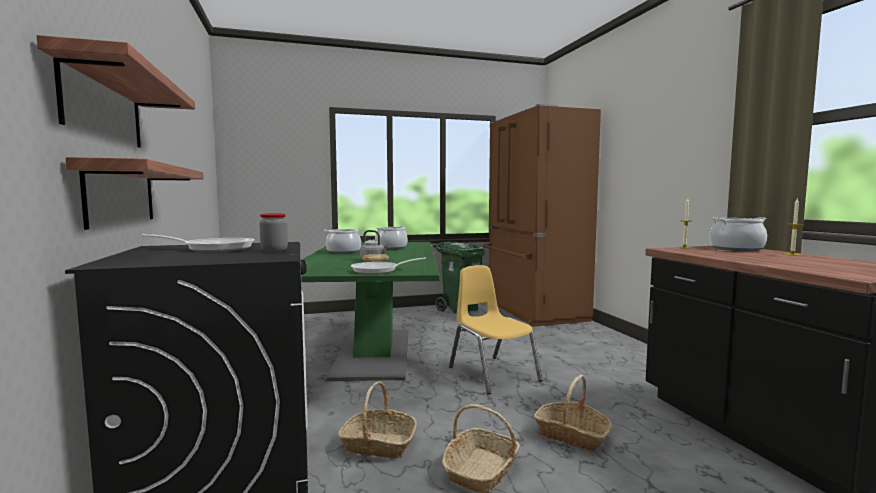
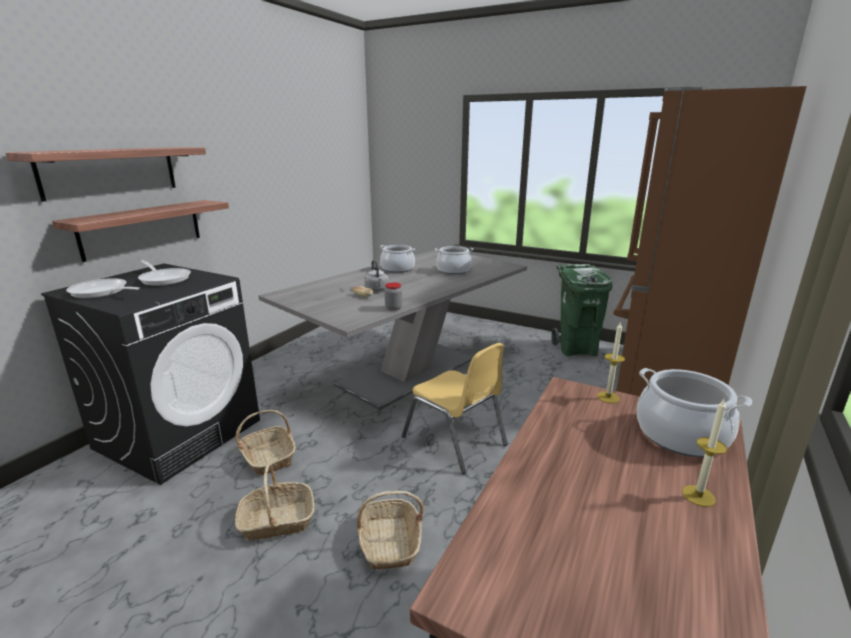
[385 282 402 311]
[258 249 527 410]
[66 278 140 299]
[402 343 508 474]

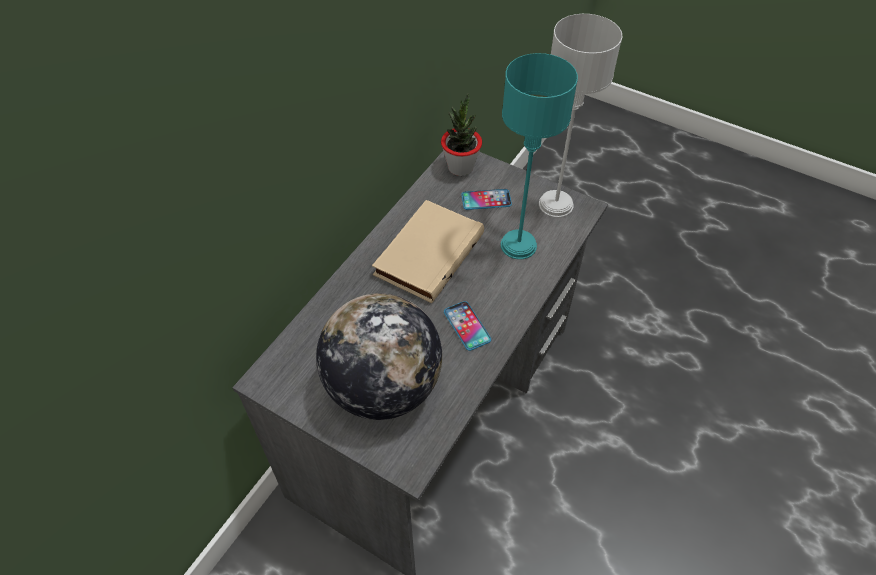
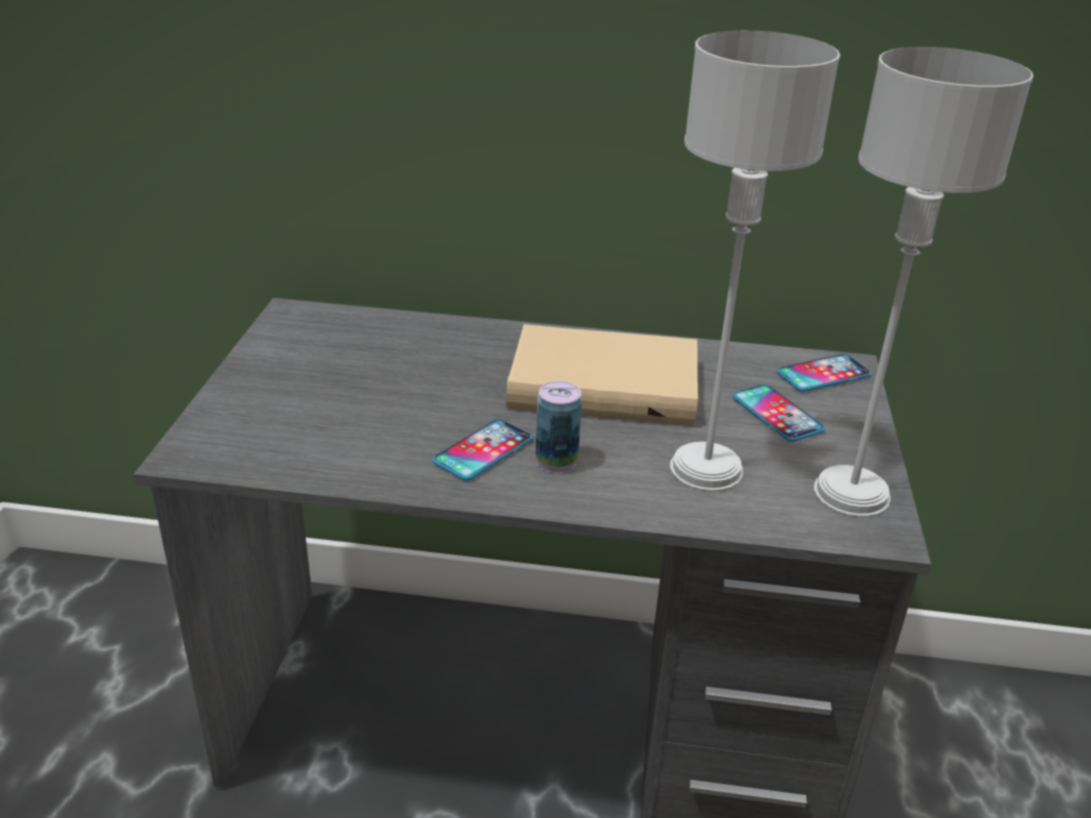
[316 293 442 420] (first image)
[777 354 871 392]
[670 31 840 492]
[535 381 582 473]

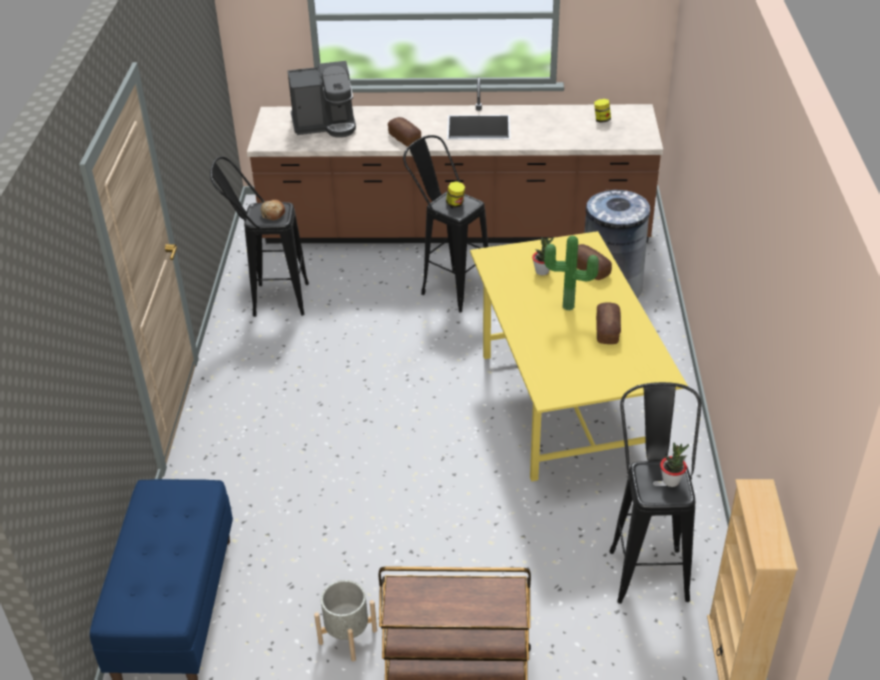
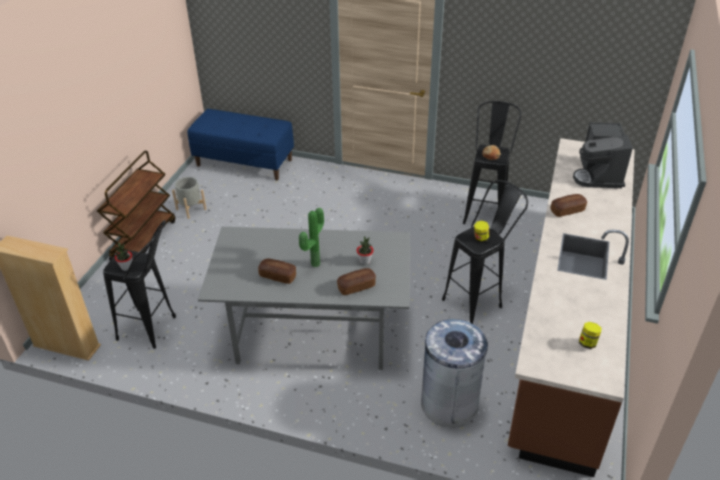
[198 227 410 370]

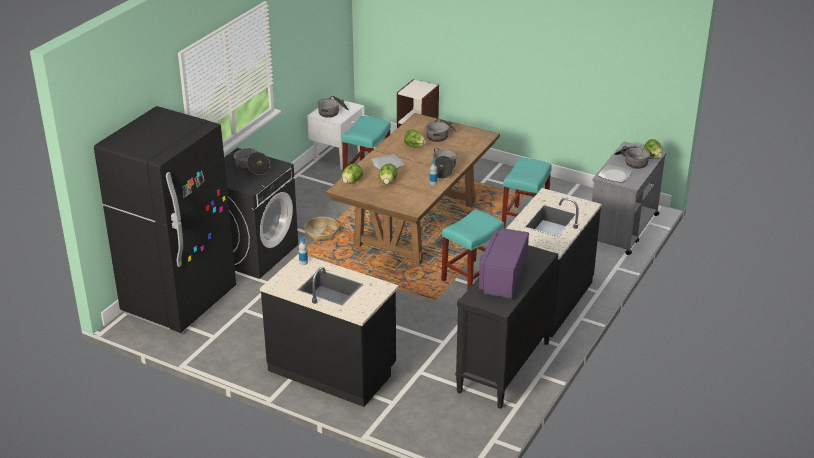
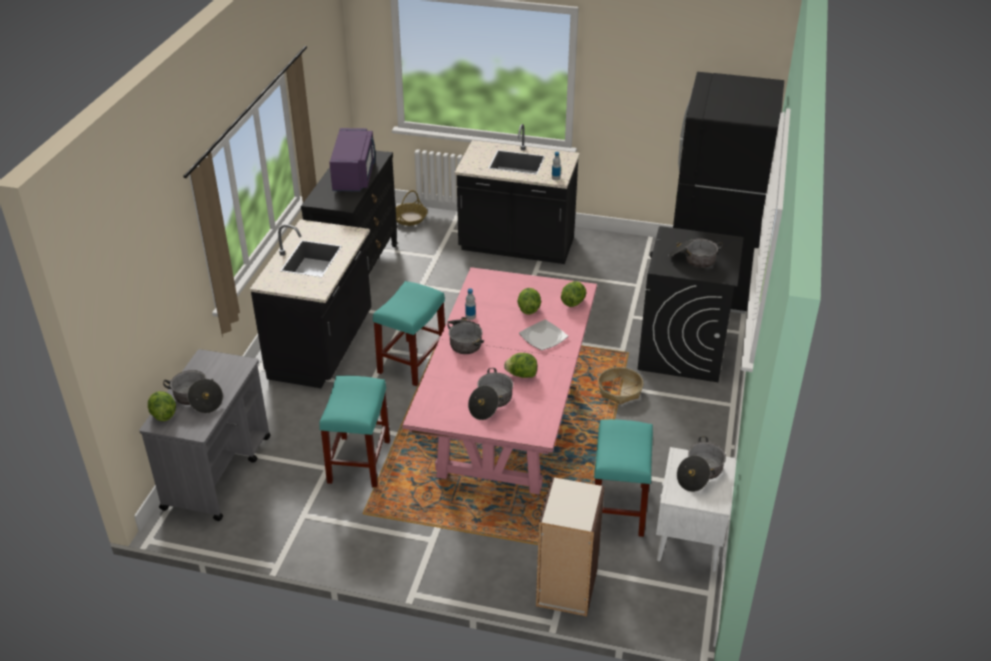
[402 267 597 494]
[598 164 632 183] (first image)
[396 190 427 226]

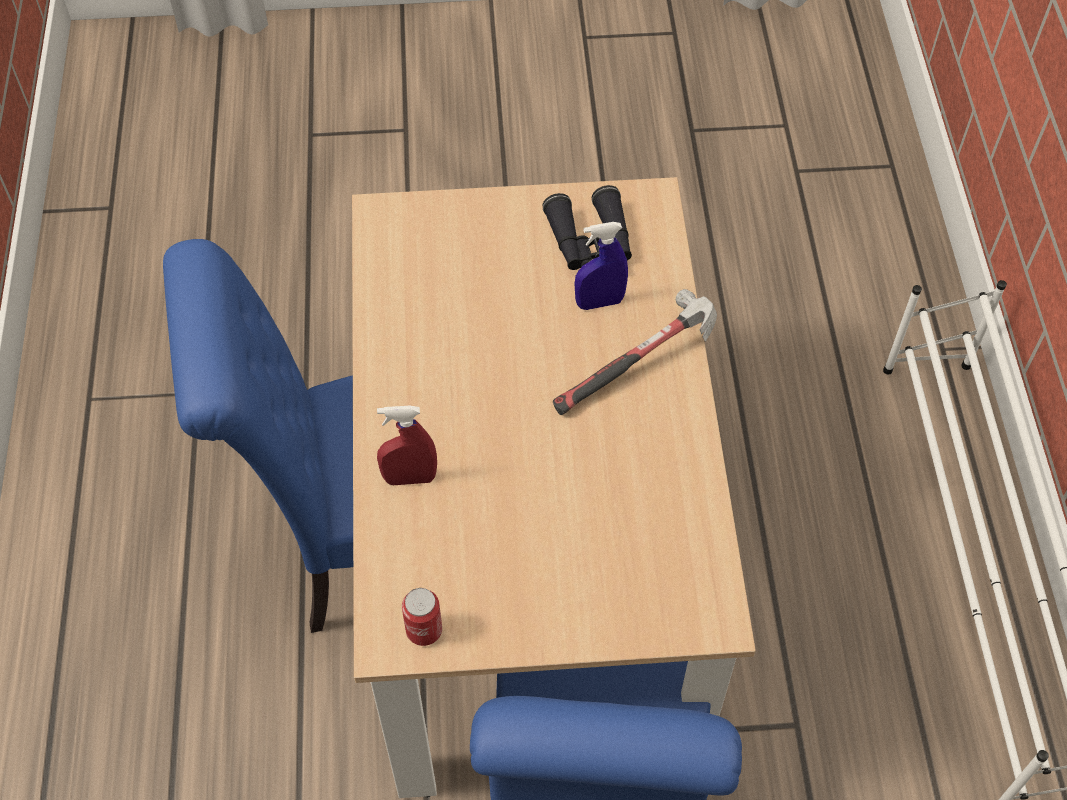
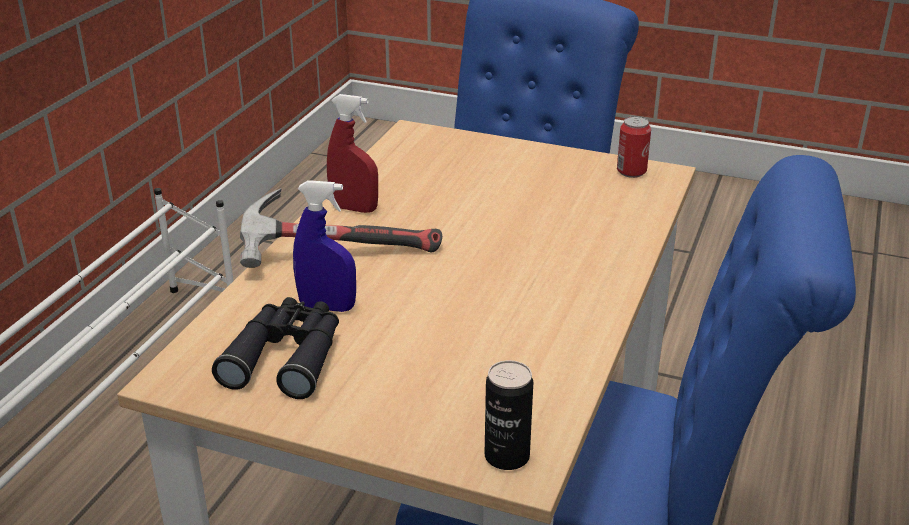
[327 94 378 213]
[485 360 533 470]

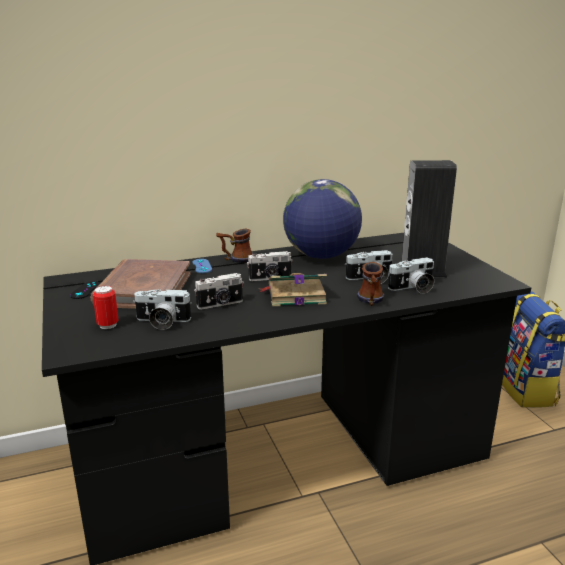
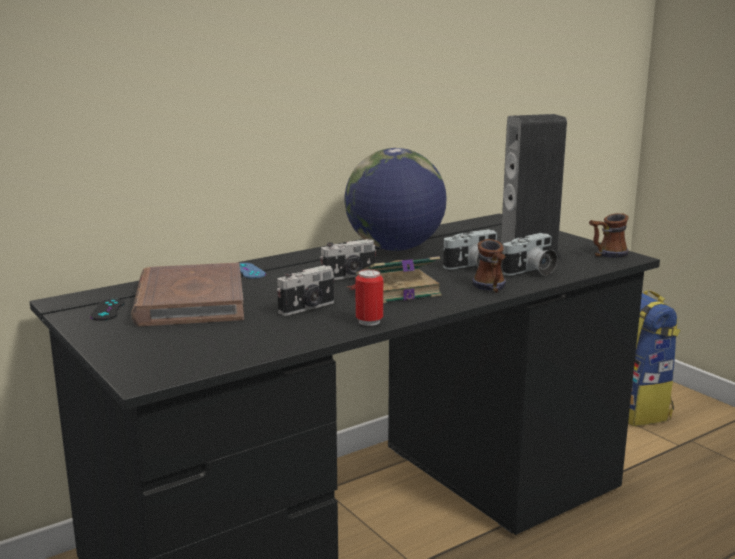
[355 269 383 326]
[133 289 192 330] (first image)
[589 213 629 258]

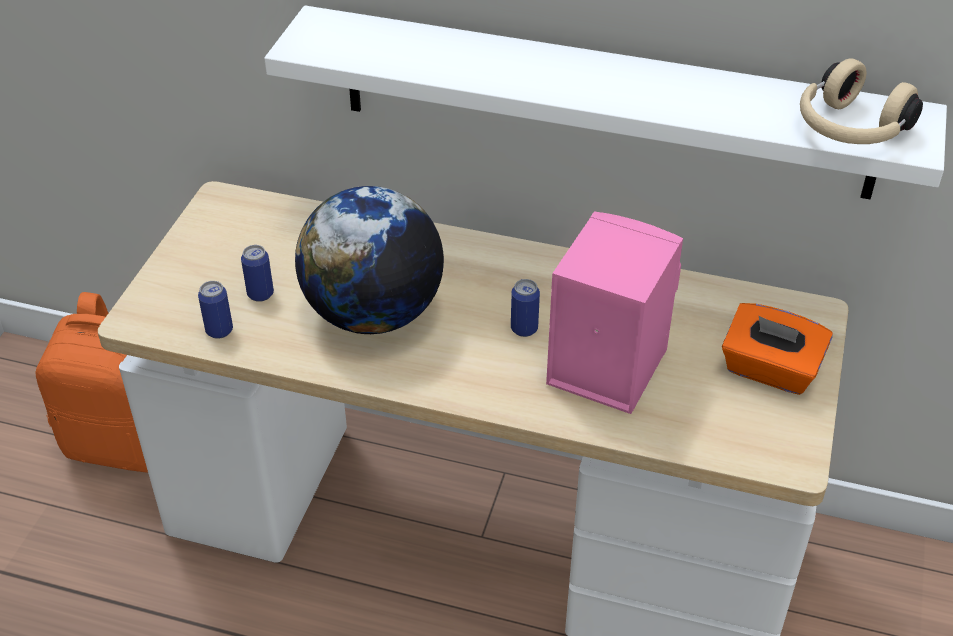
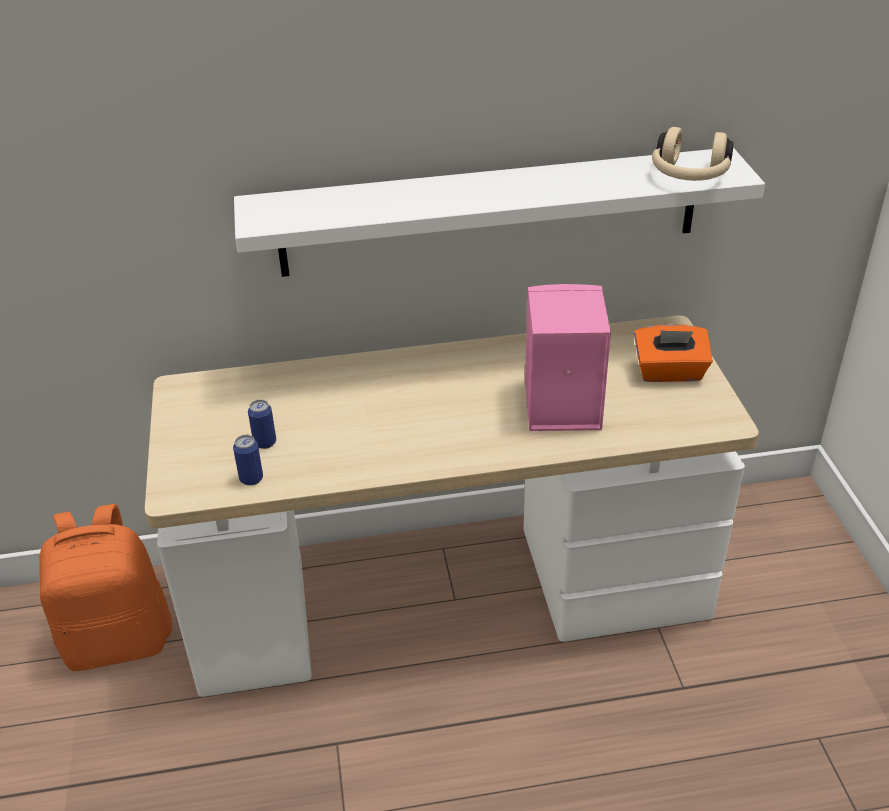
[295 186 444 334] (first image)
[511 279 540 337] (first image)

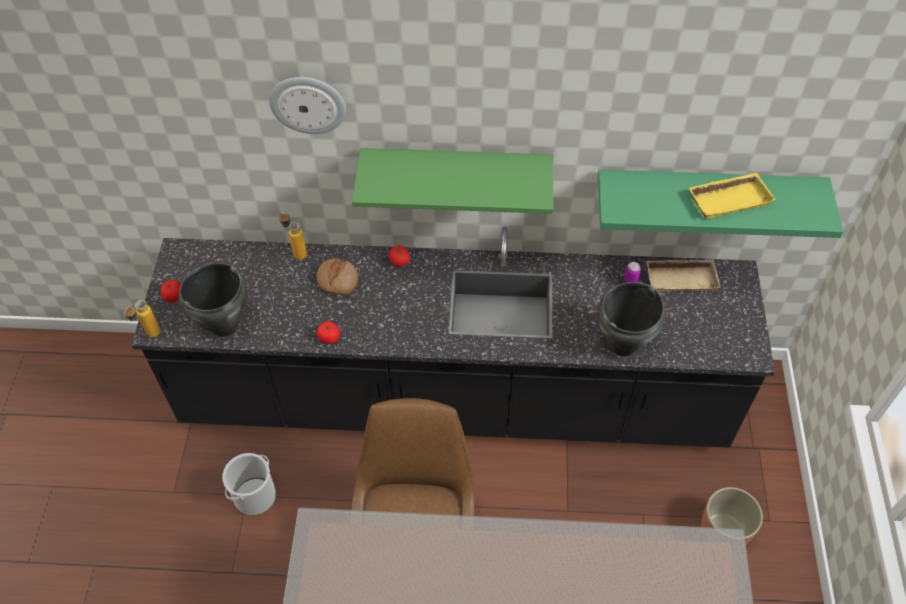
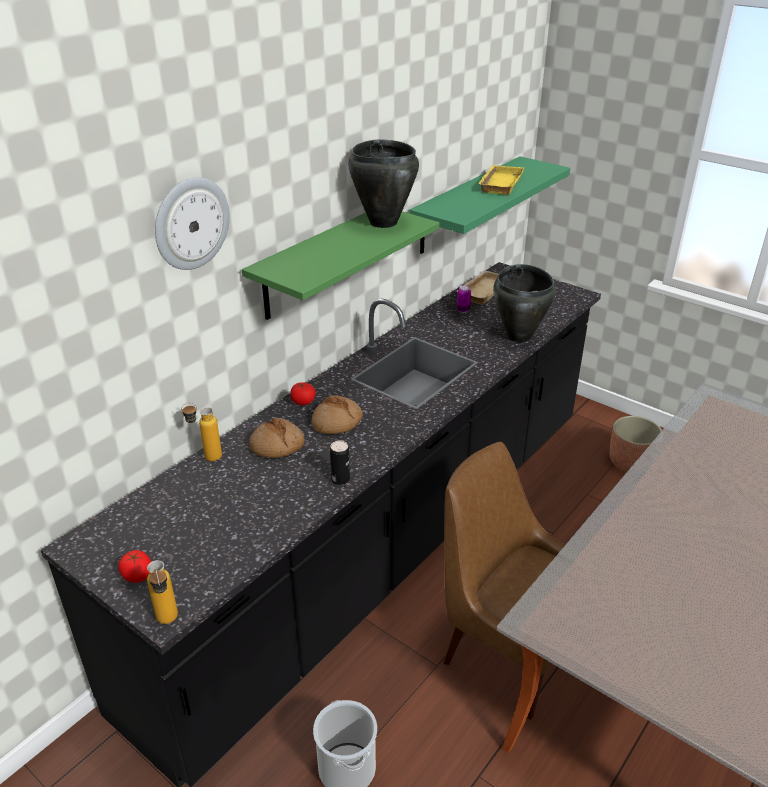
[348 139 419 228]
[330 441 350 485]
[311 395 362 434]

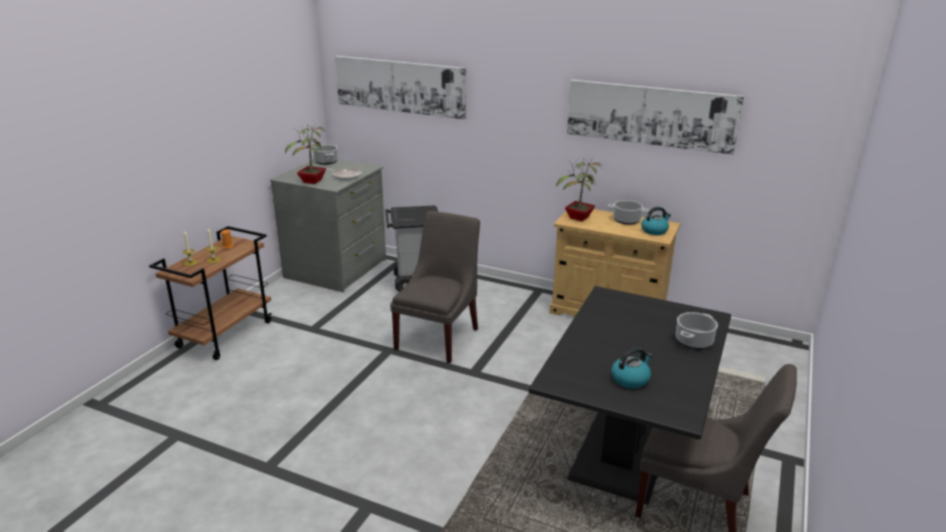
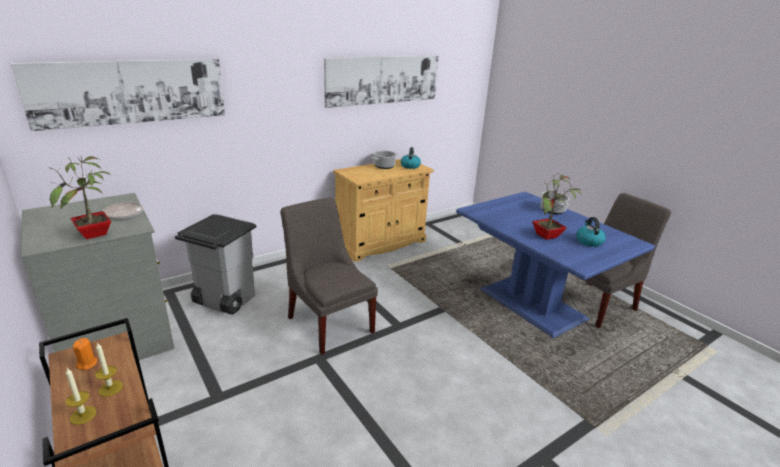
[313 145 338 165] (first image)
[456 192 655 338]
[532 174 582 240]

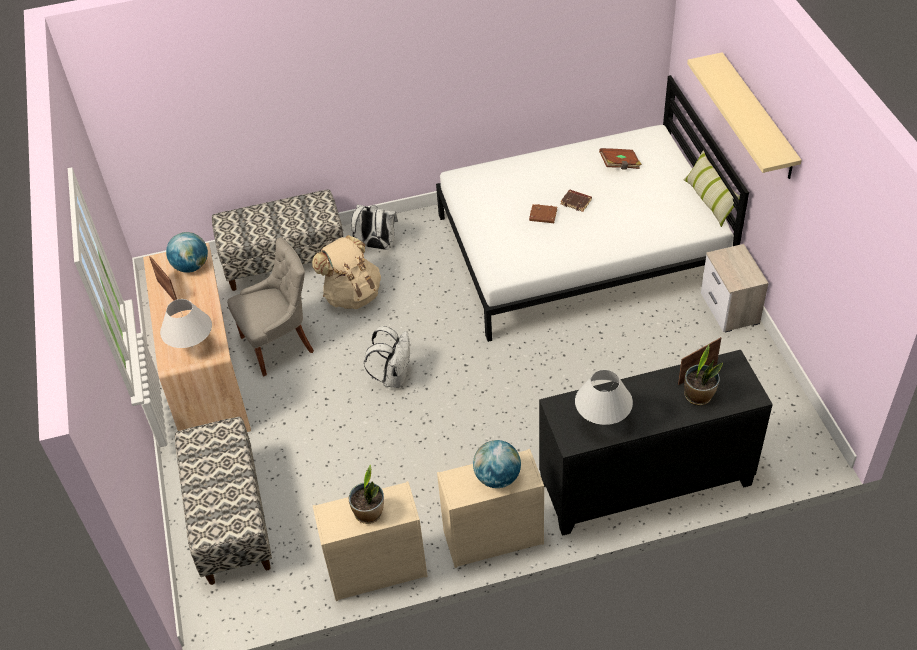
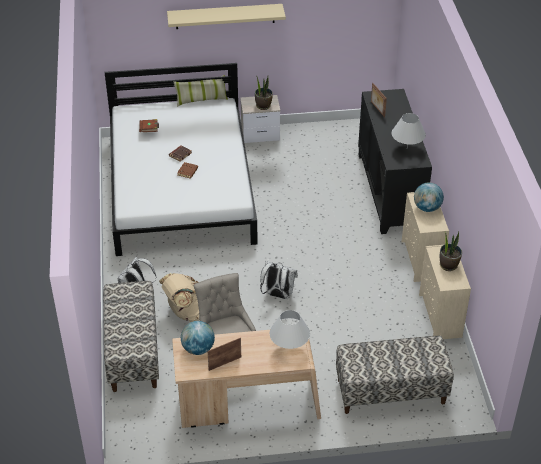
[255 77 273 110]

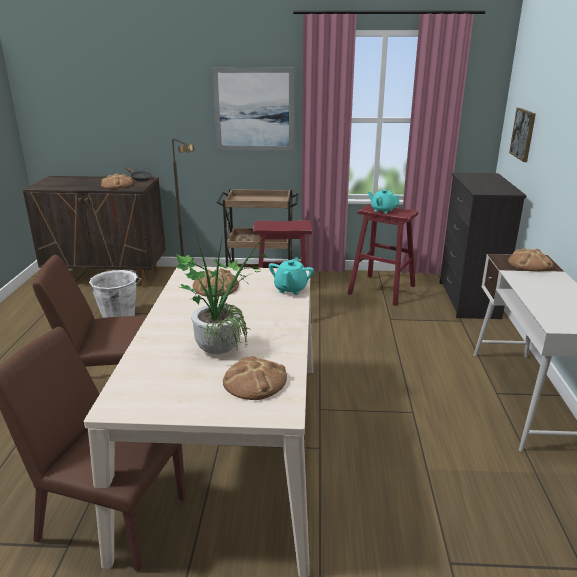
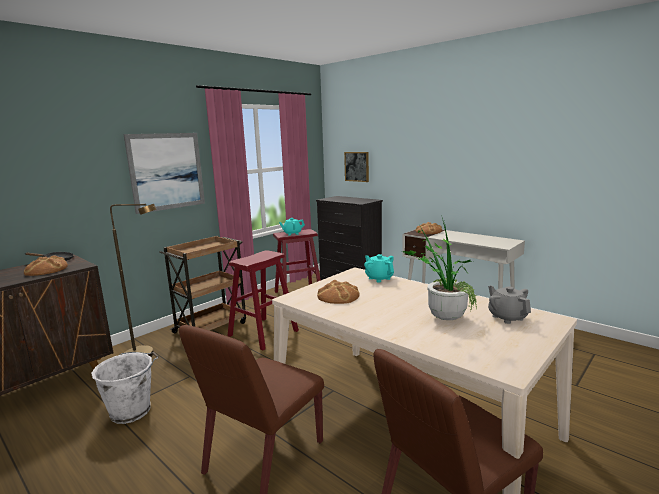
[488 285 531 324]

